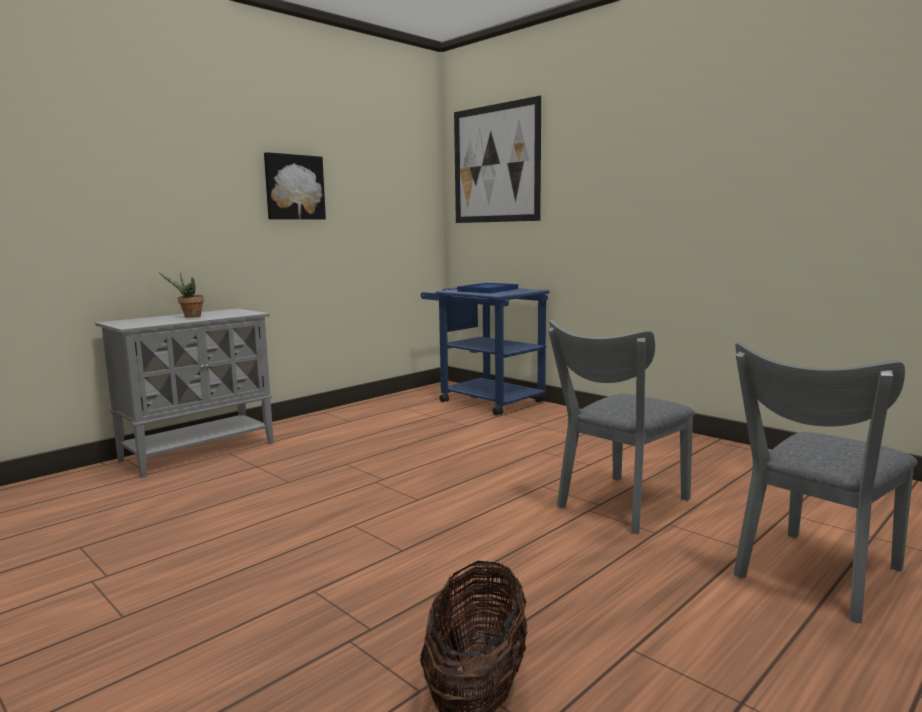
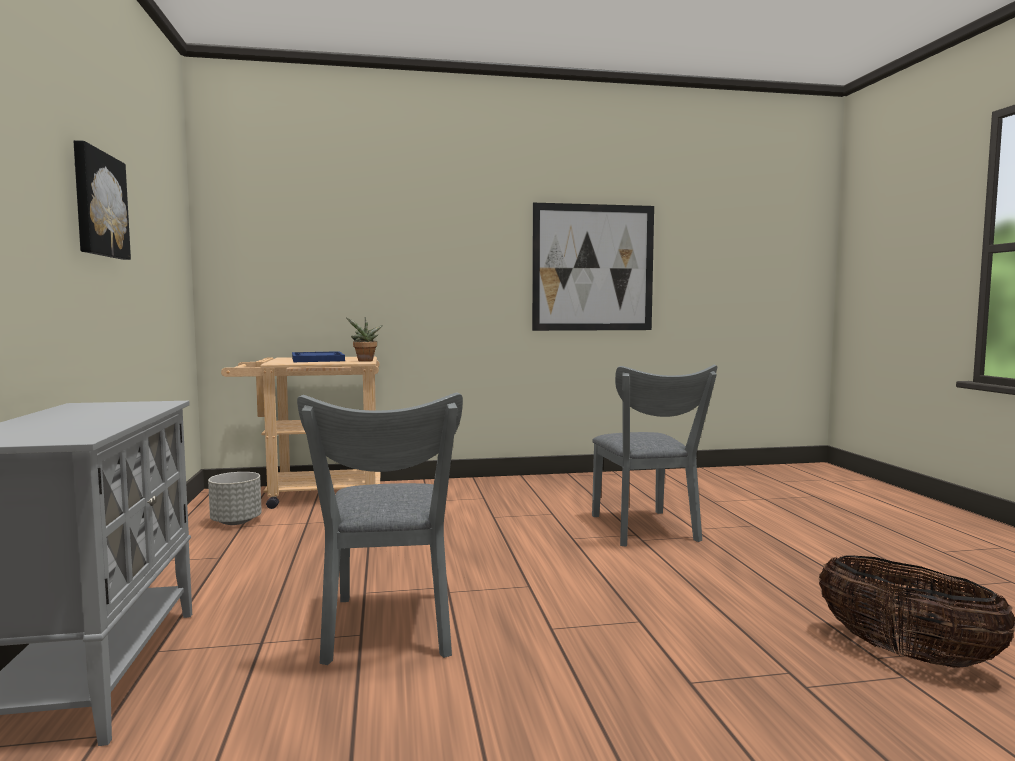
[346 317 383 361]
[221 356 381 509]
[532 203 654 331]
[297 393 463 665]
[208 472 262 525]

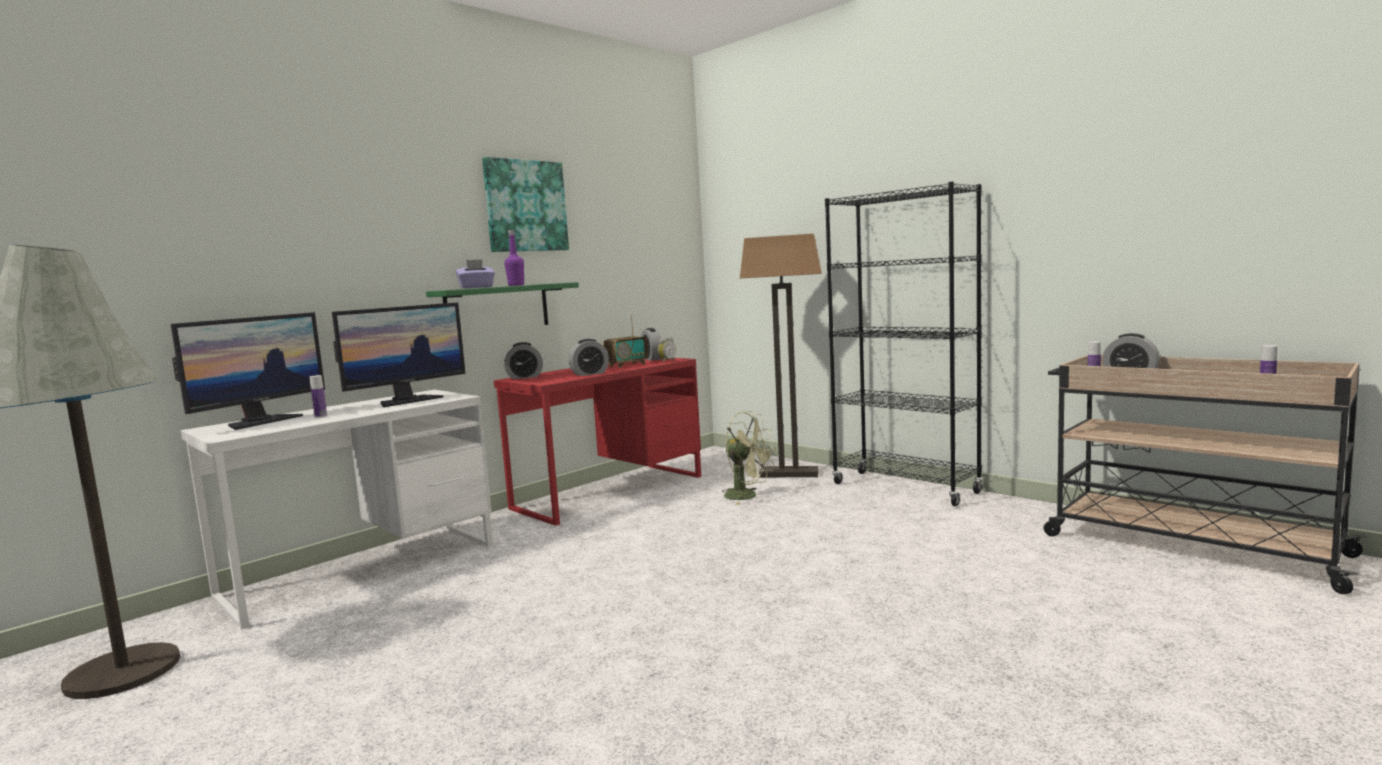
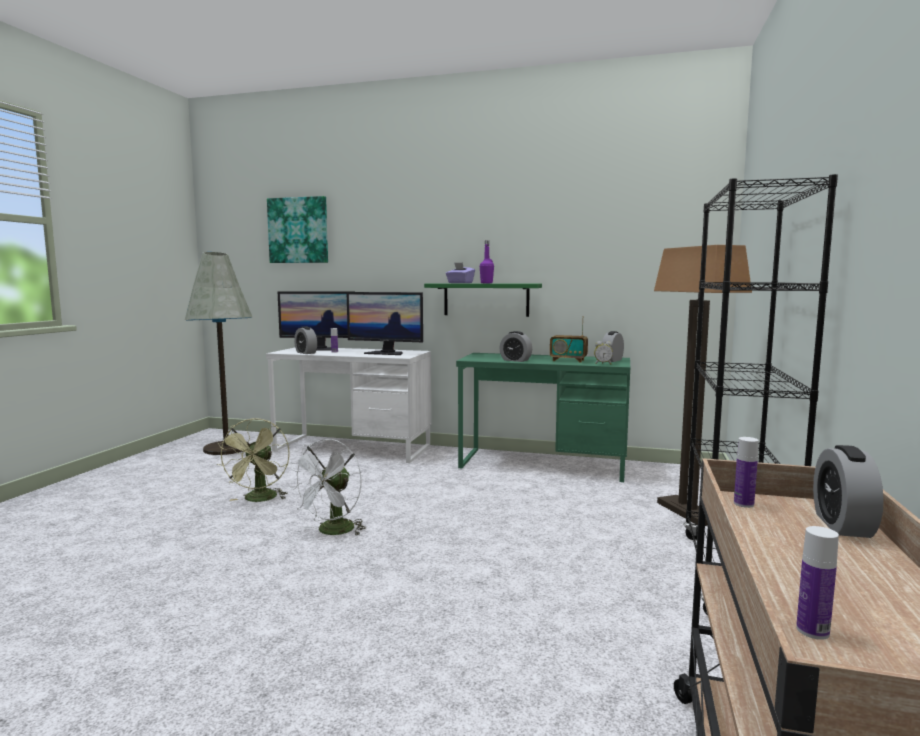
[267 196 328 263]
[456 353 630 482]
[294 326 317 354]
[217 418 290 502]
[288 439 366 536]

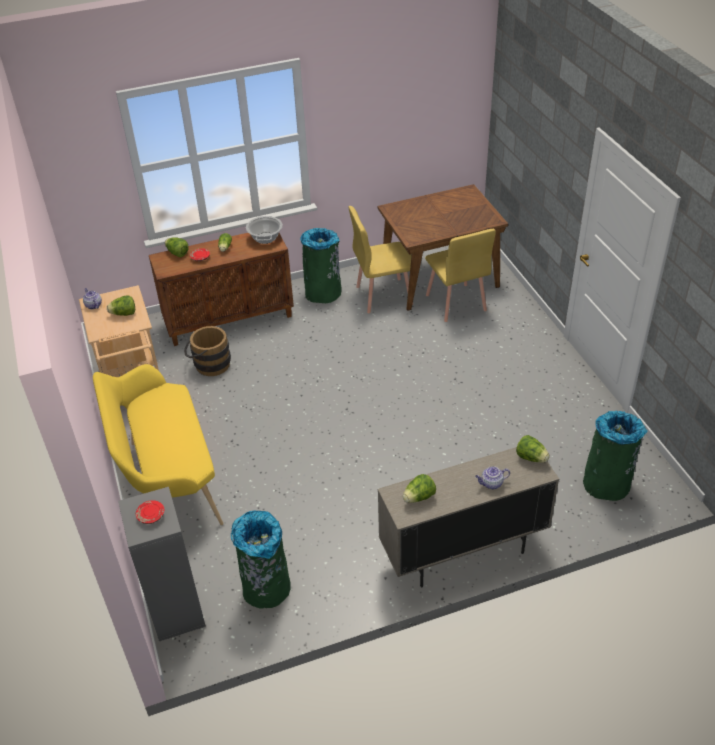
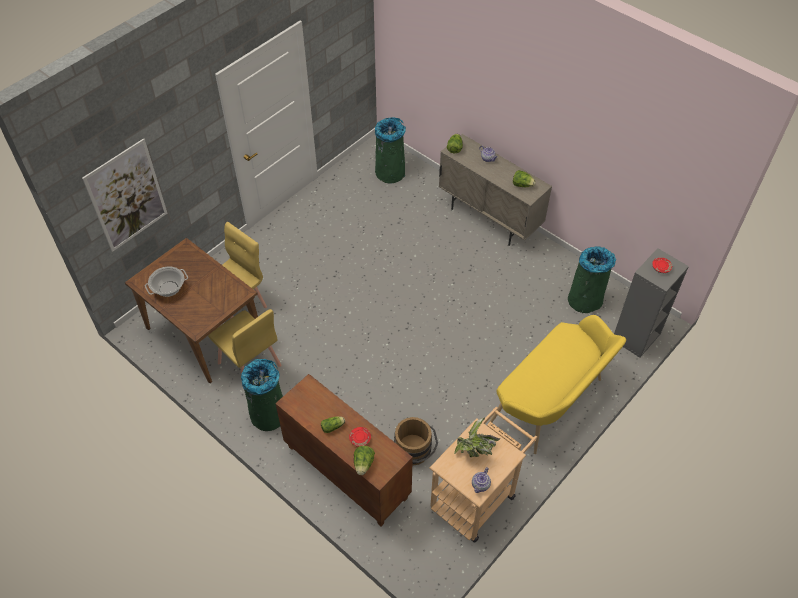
[454 417 500 457]
[145 266 188 297]
[82 138 167 252]

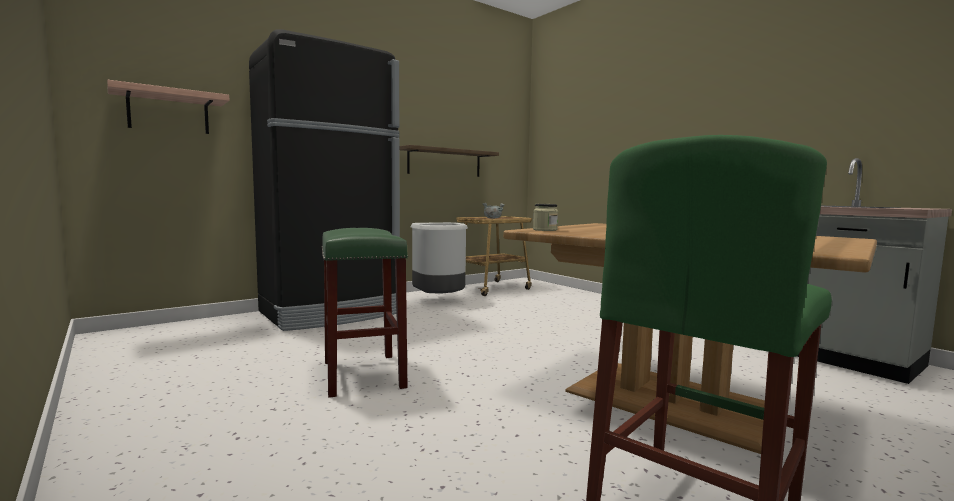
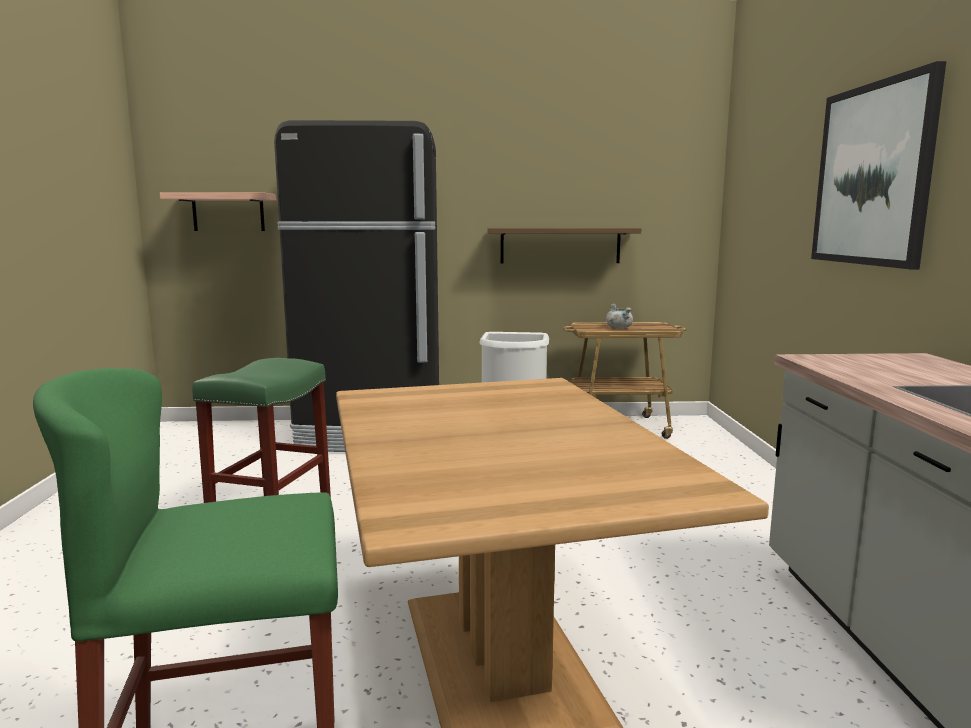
[533 204 558 231] (first image)
[811 61 946 269]

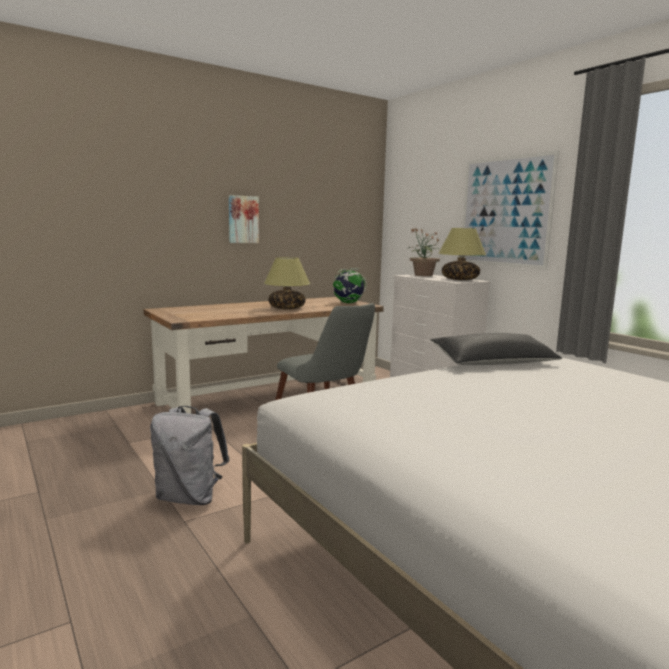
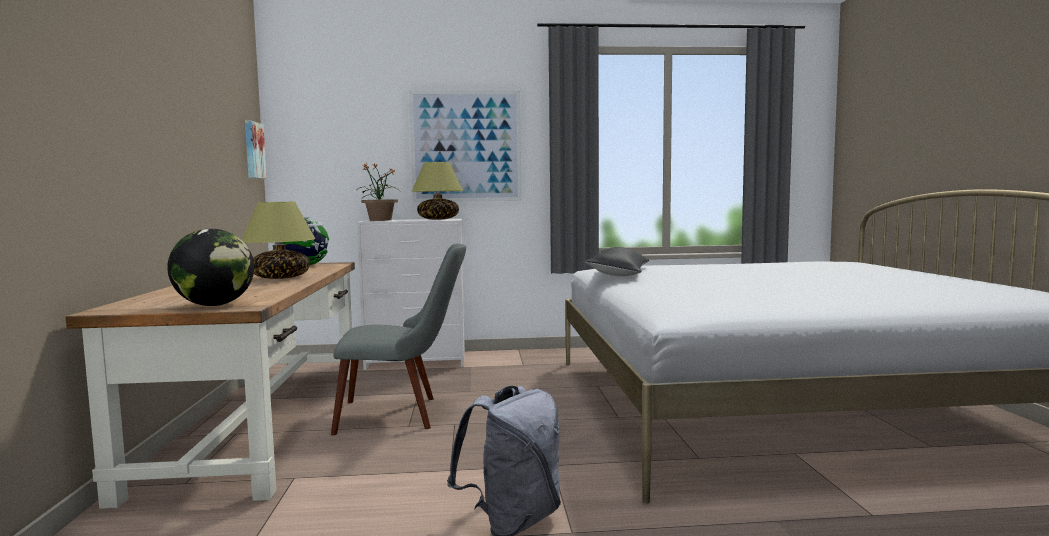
[245 120 267 179]
[167 229 254 306]

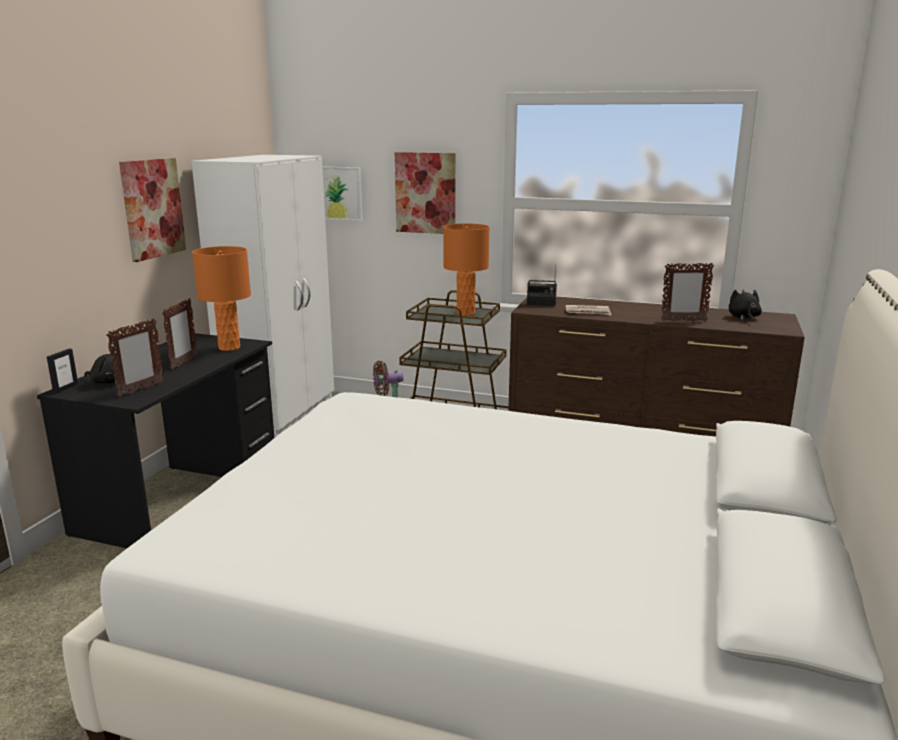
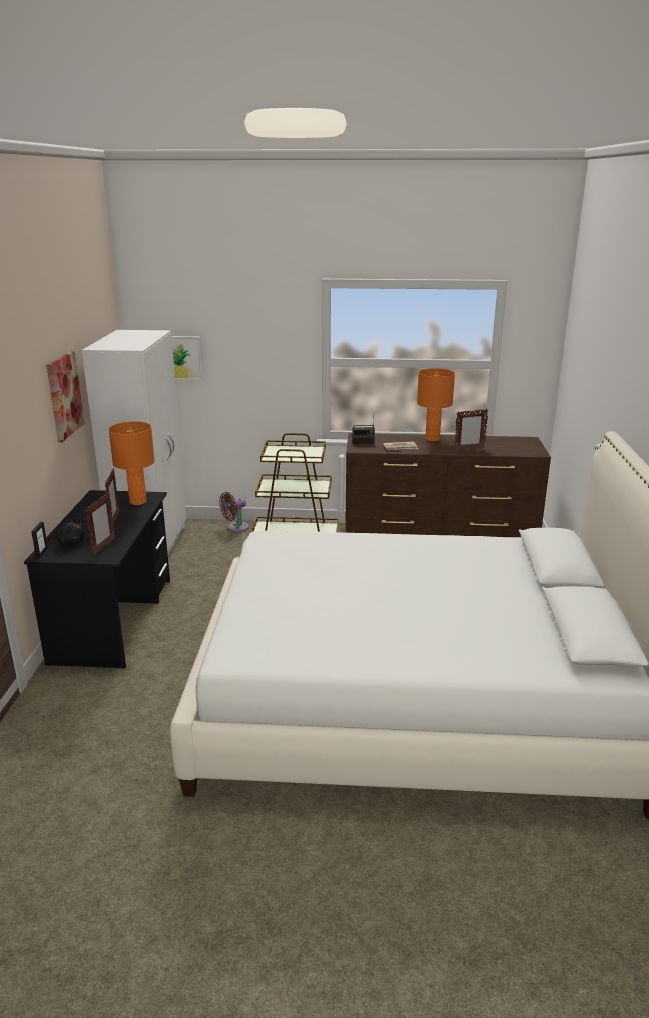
[395 152 456 234] (first image)
[417 368 455 441]
[729 289 762 322] (first image)

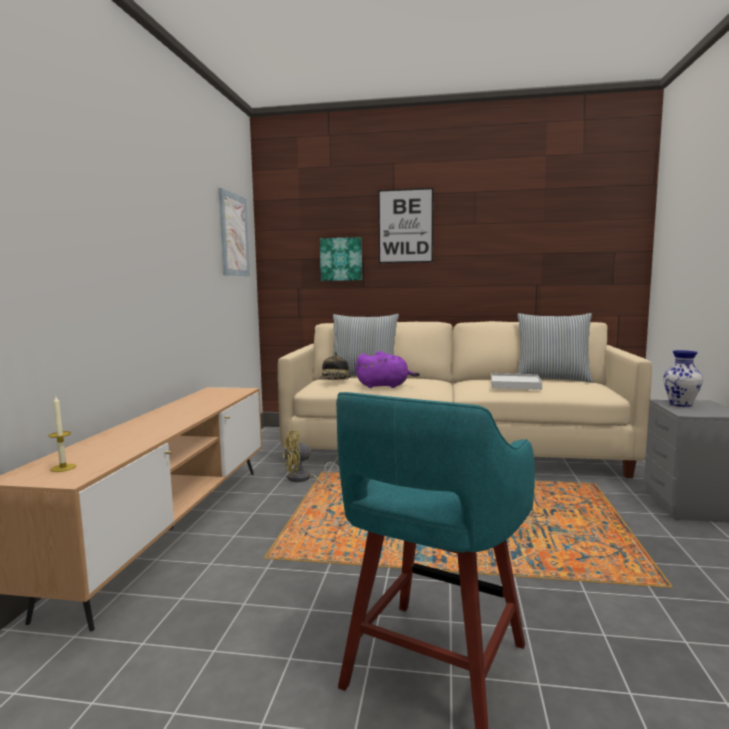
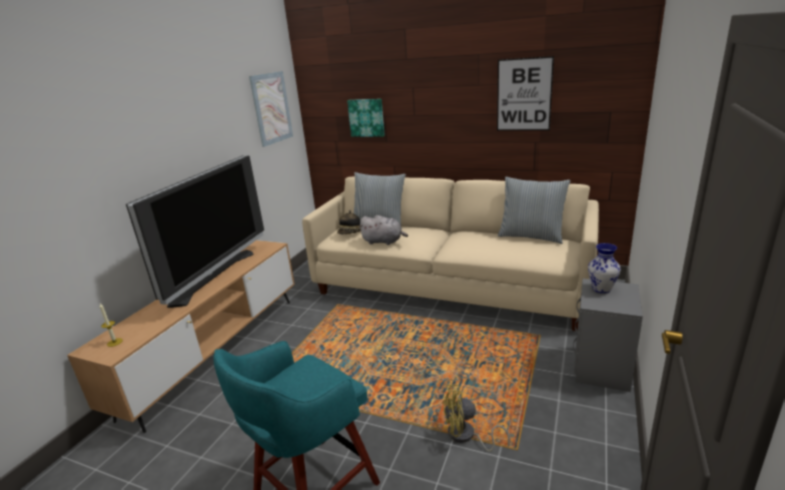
[442 384 510 452]
[359 215 408 245]
[497 56 554 131]
[491 373 542 390] (first image)
[126 155 264 308]

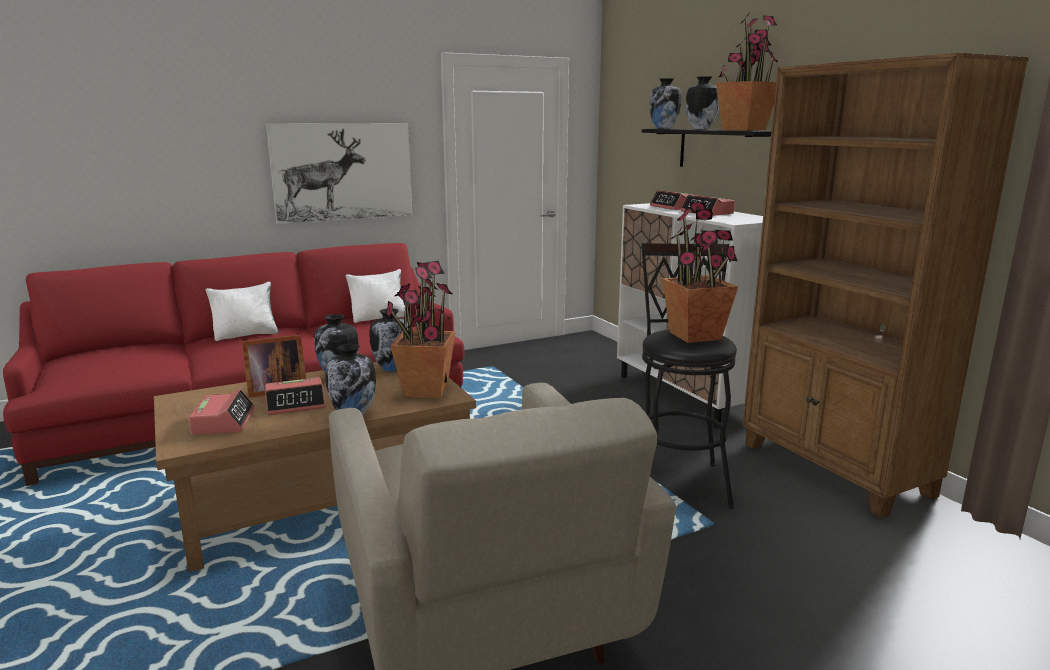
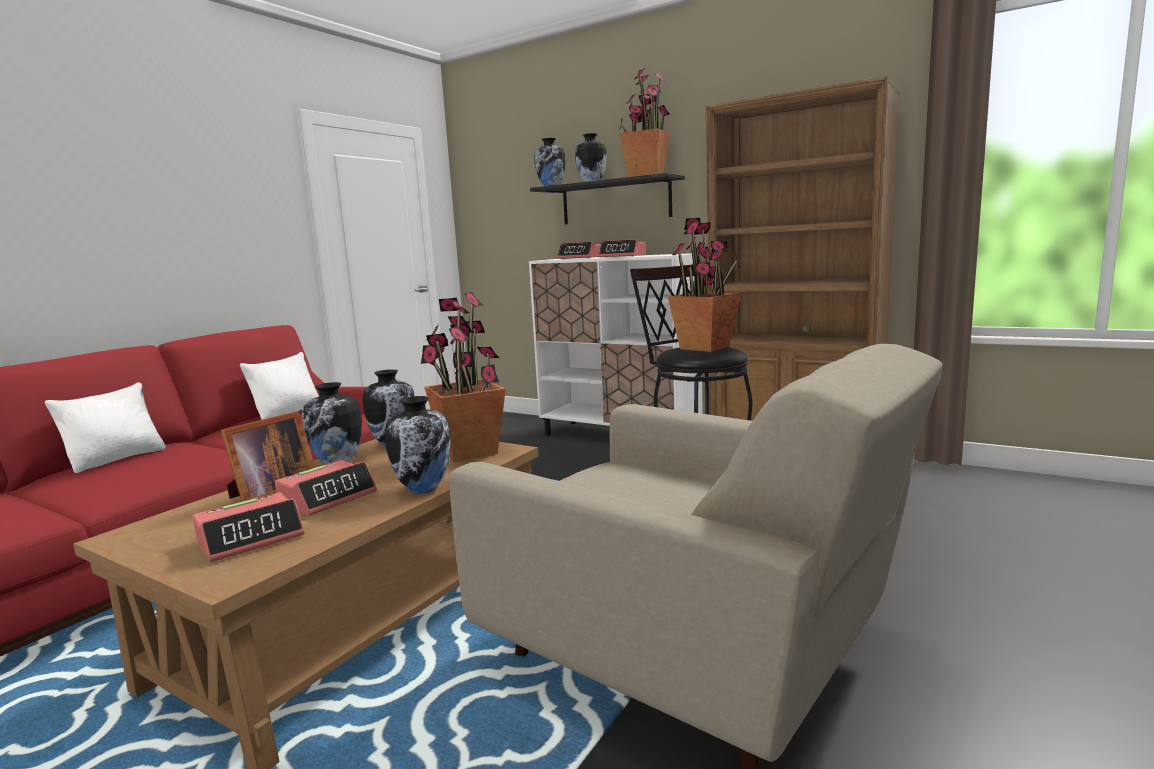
[192 492 305 562]
[266 123 412 224] (first image)

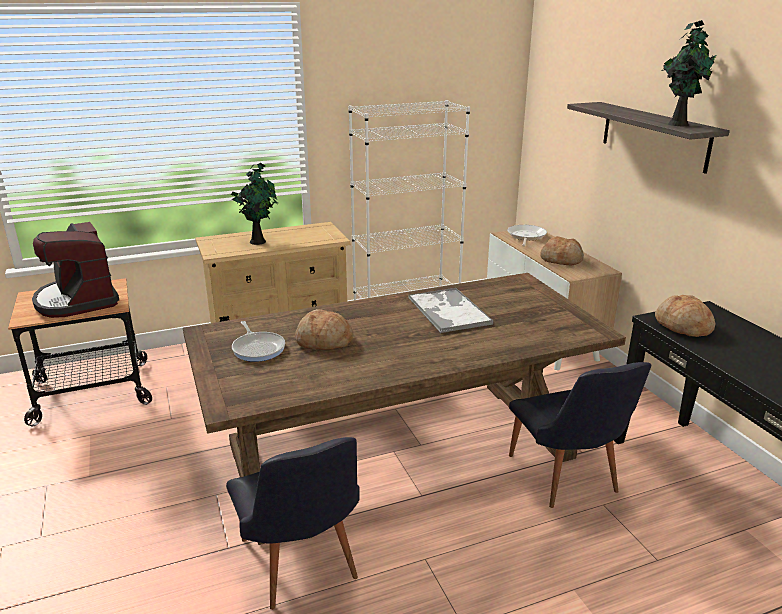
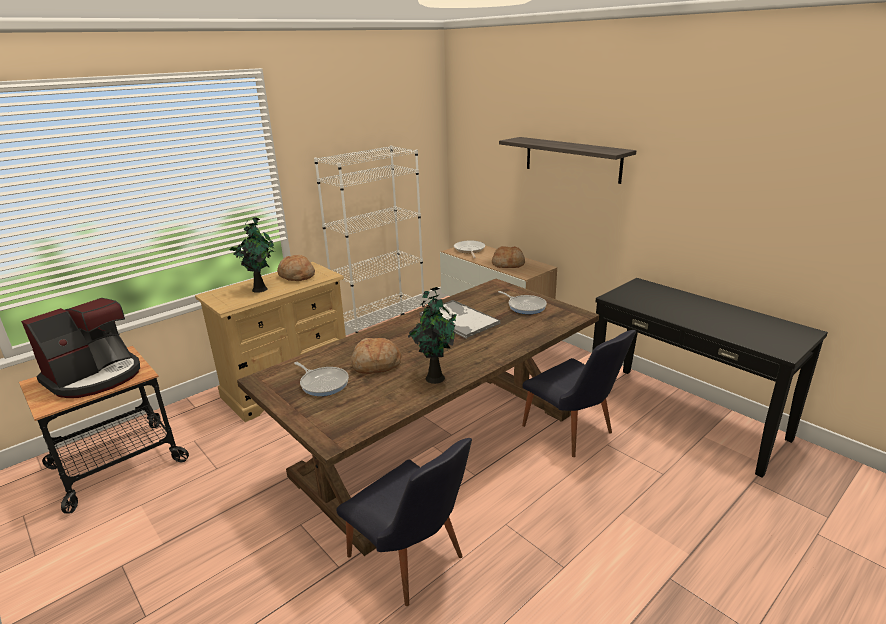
[21 298 140 398]
[277 254 315 281]
[408 287 457 384]
[498 291 547 314]

